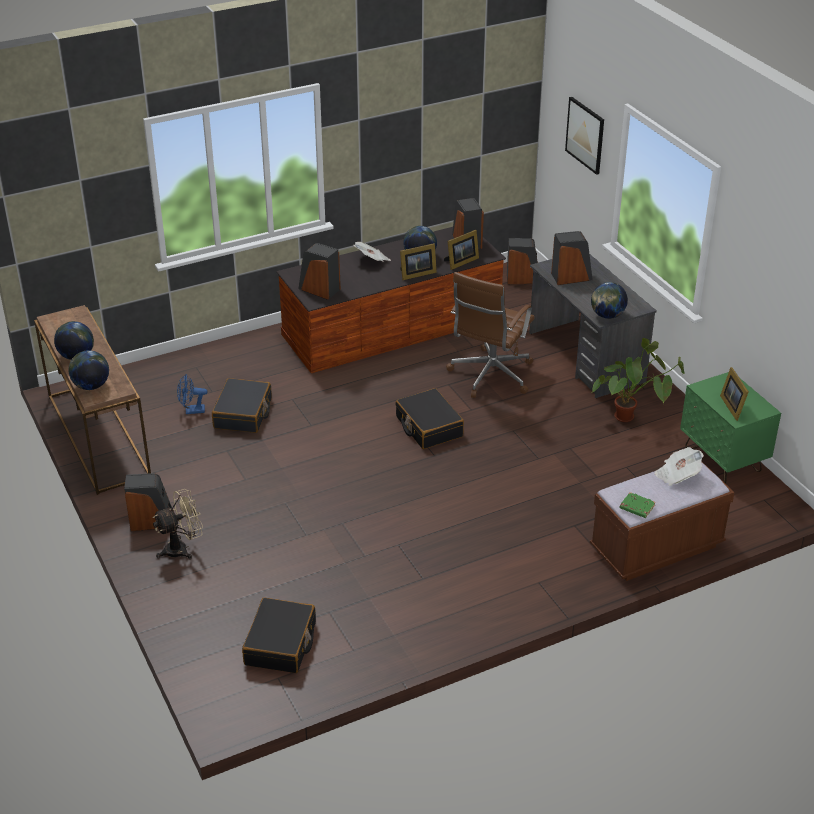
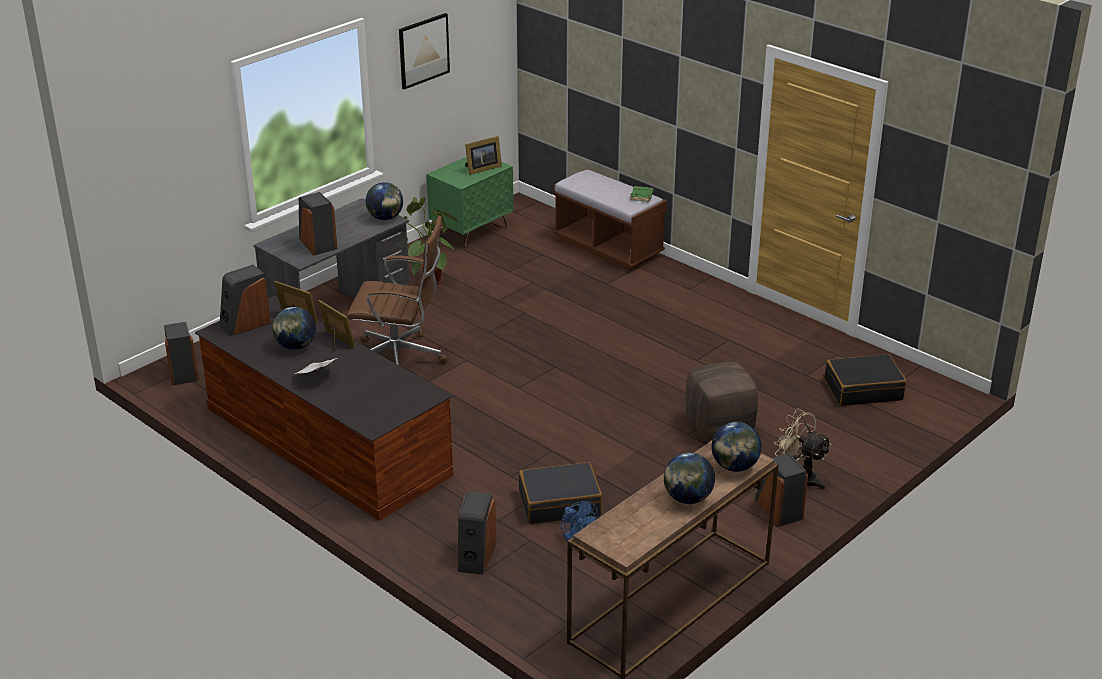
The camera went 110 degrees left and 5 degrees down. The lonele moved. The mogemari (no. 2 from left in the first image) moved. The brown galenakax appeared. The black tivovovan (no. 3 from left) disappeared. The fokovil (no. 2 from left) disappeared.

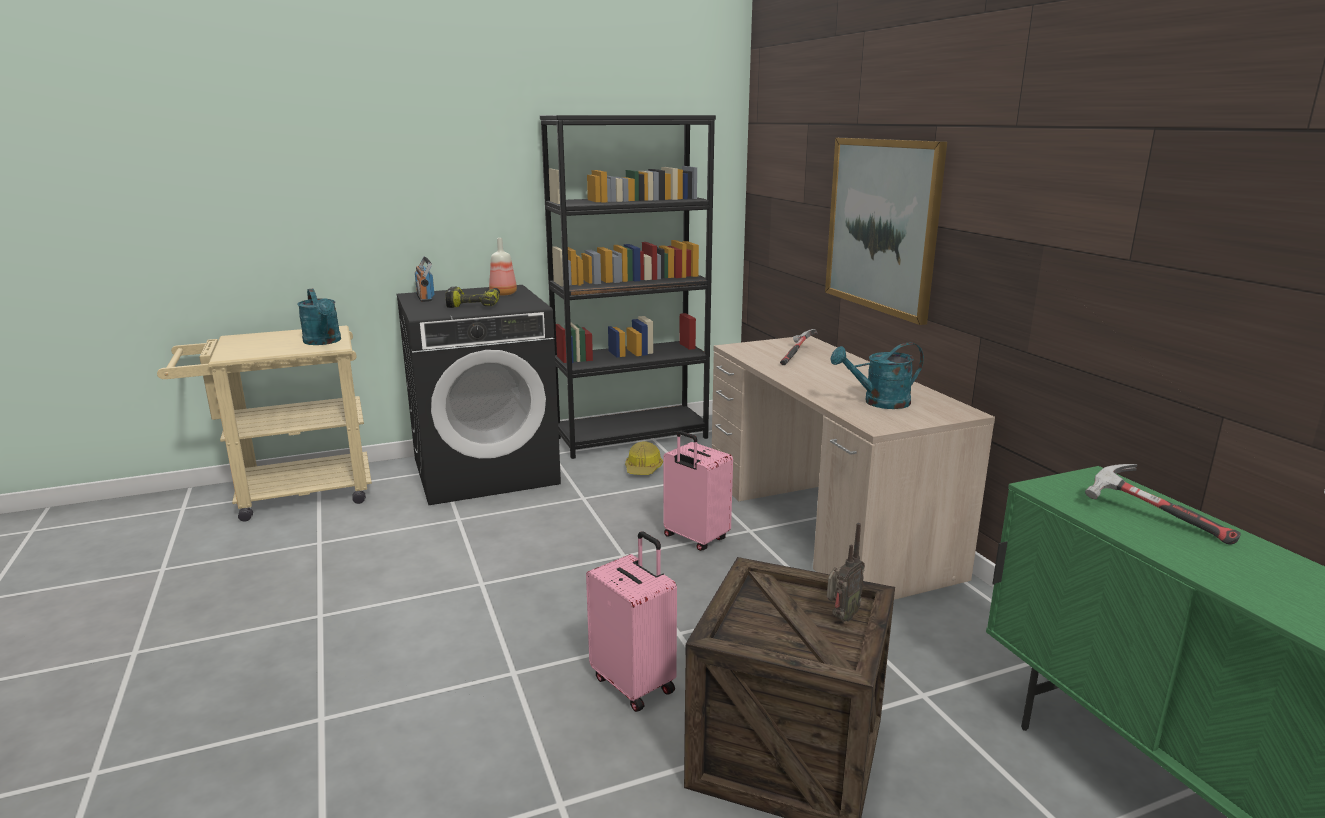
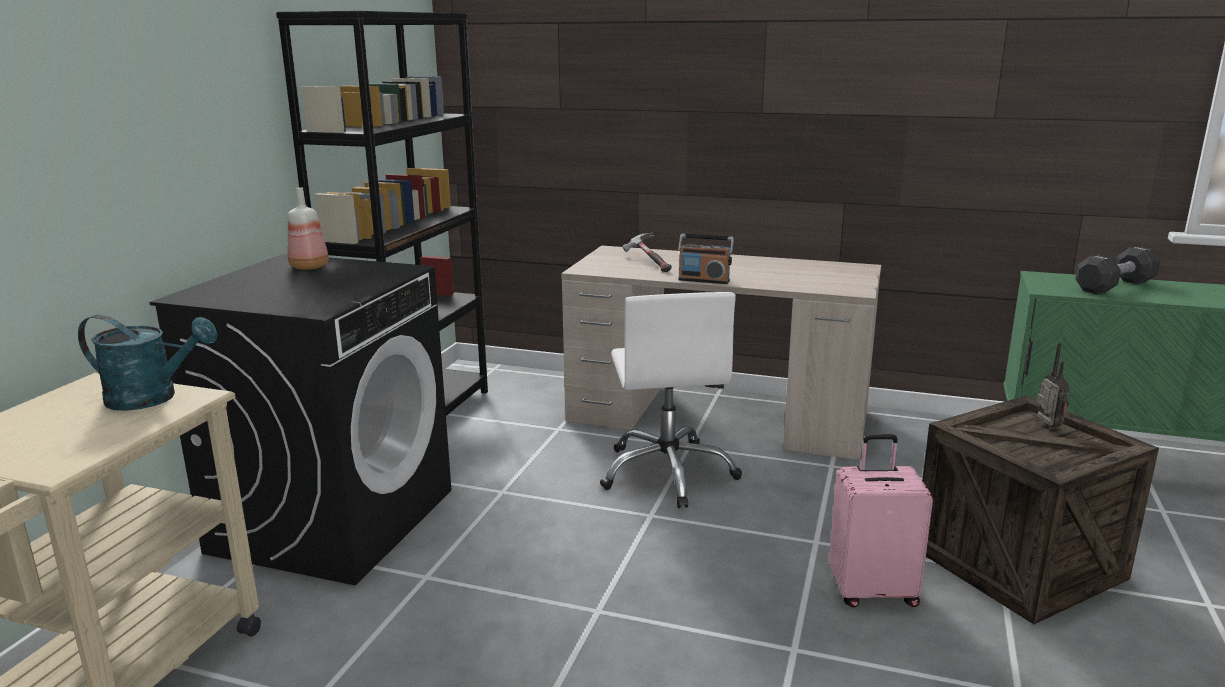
The camera went 50 degrees left and 0 degrees up. The pink tivovovan (no. 2 from left) was replaced by the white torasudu. The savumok (no. 1 from left) moved. The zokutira (no. 2 from left) was replaced by the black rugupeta. The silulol disappeared. The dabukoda disappeared. The lonele disappeared. The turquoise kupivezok (no. 2 from left) disappeared.

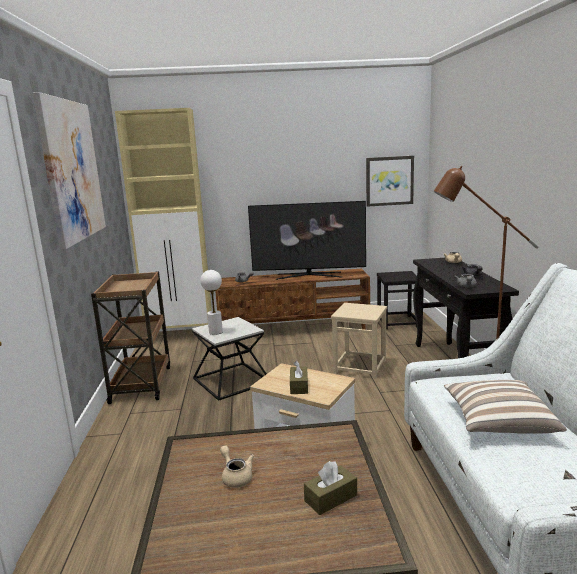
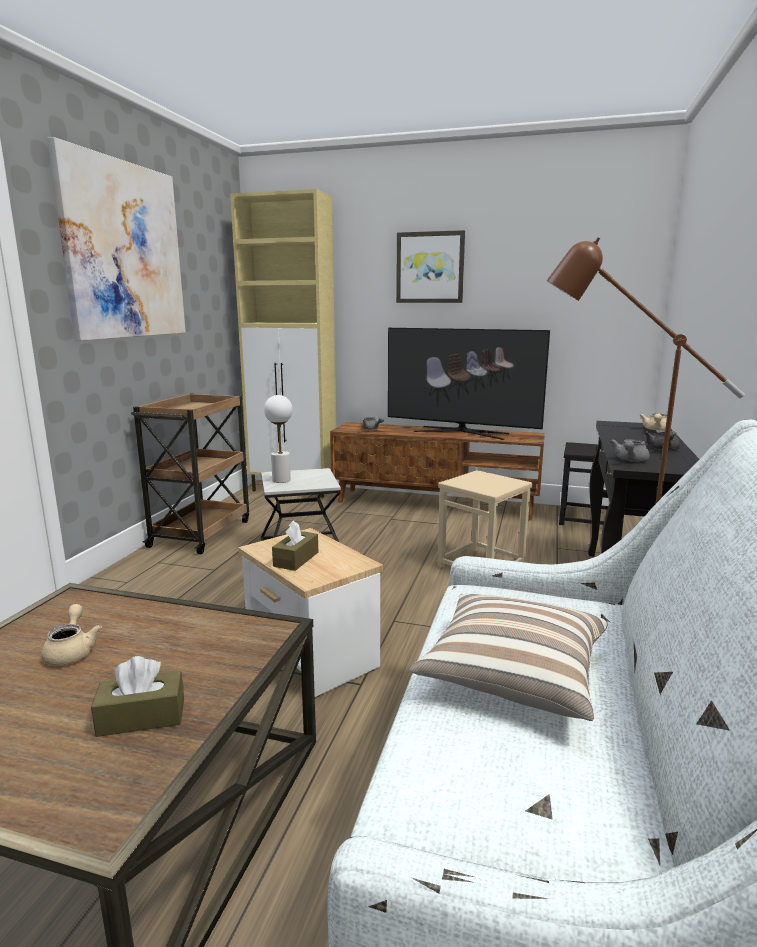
The camera went 20 degrees right and 0 degrees up. The lonele (no. 2 from left) moved.

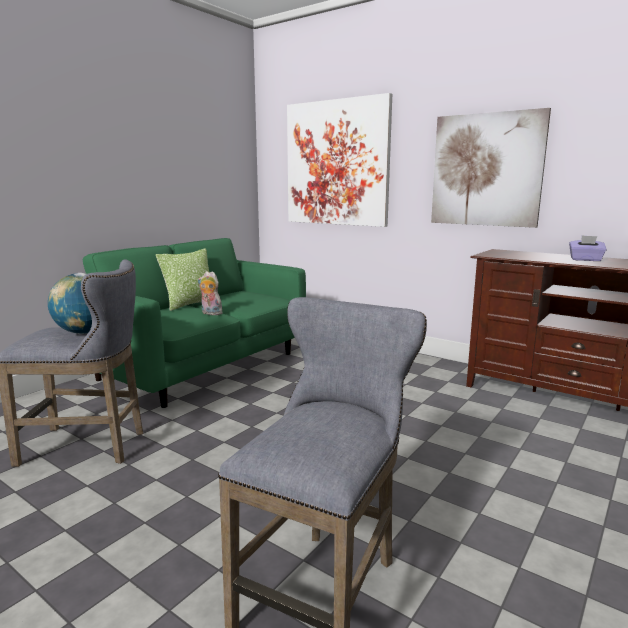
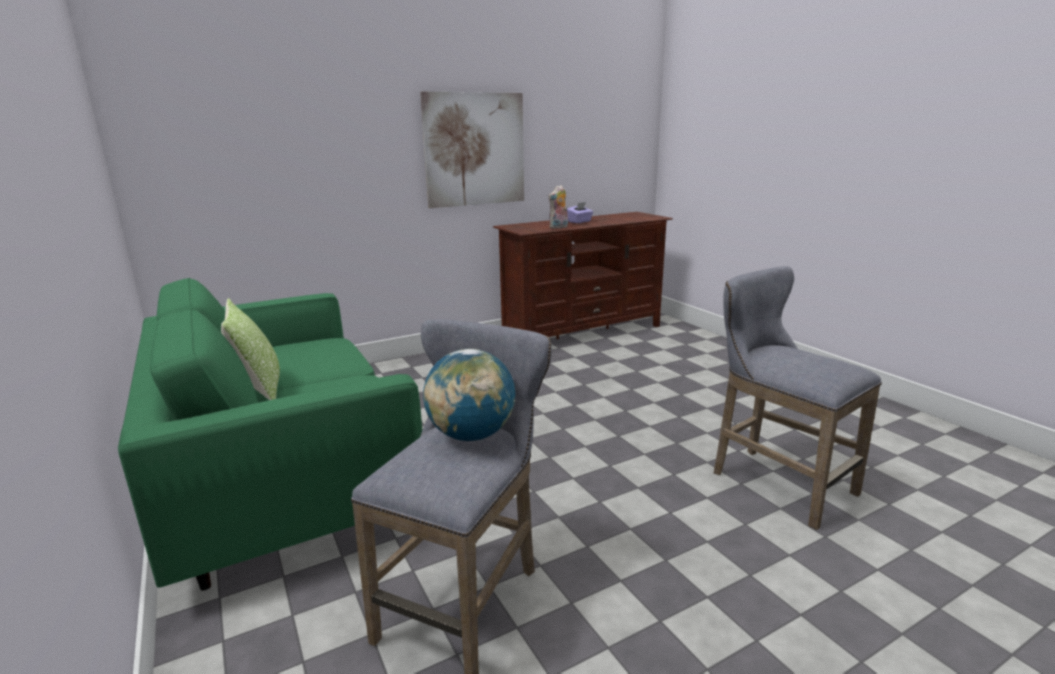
The camera went 65 degrees left and 5 degrees up. The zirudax moved. The lonele (no. 1 from left) disappeared.

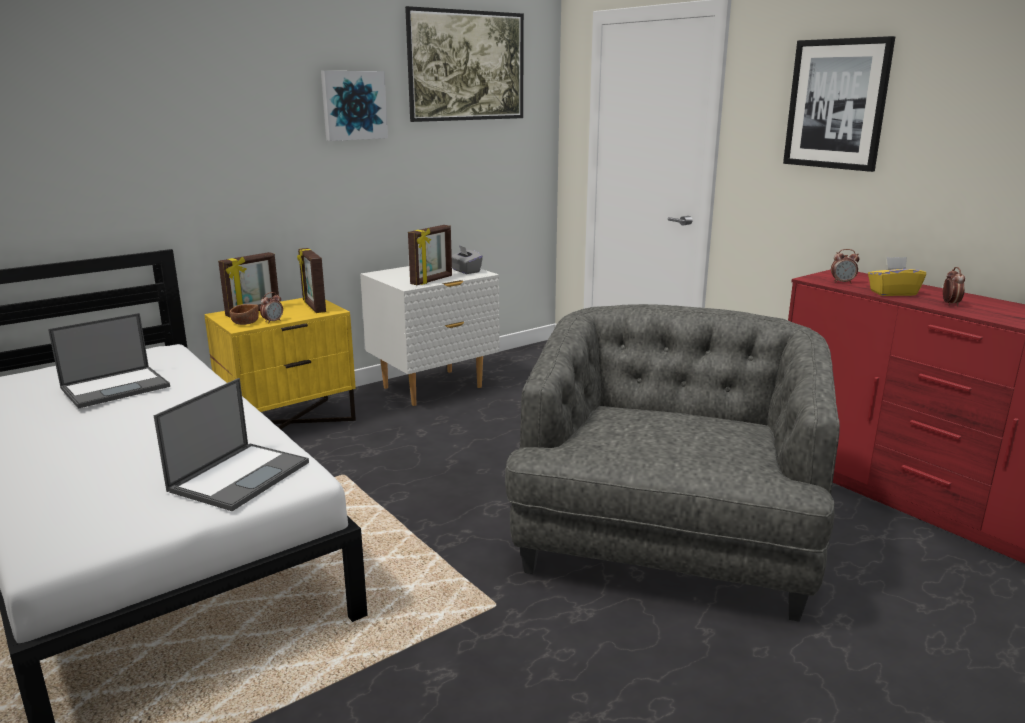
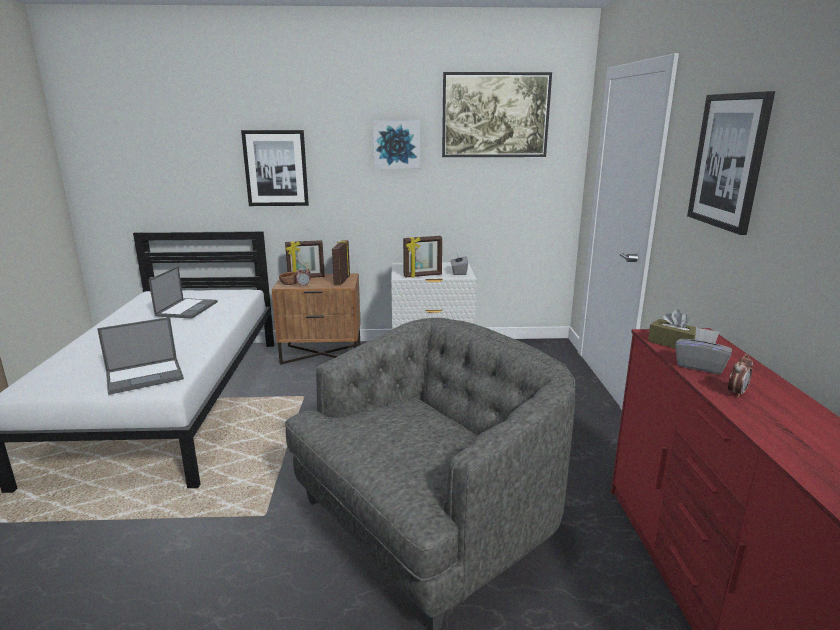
The camera went 35 degrees right and 0 degrees up. The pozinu (no. 1 from left in the first image) turned 75 degrees counterclockwise. The lonele (no. 1 from left) appeared. The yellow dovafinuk became the brown dovafinuk. The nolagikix (no. 2 from left) was replaced by the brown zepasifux. The yellow zepasifux became the grey zepasifux (no. 2 from left).

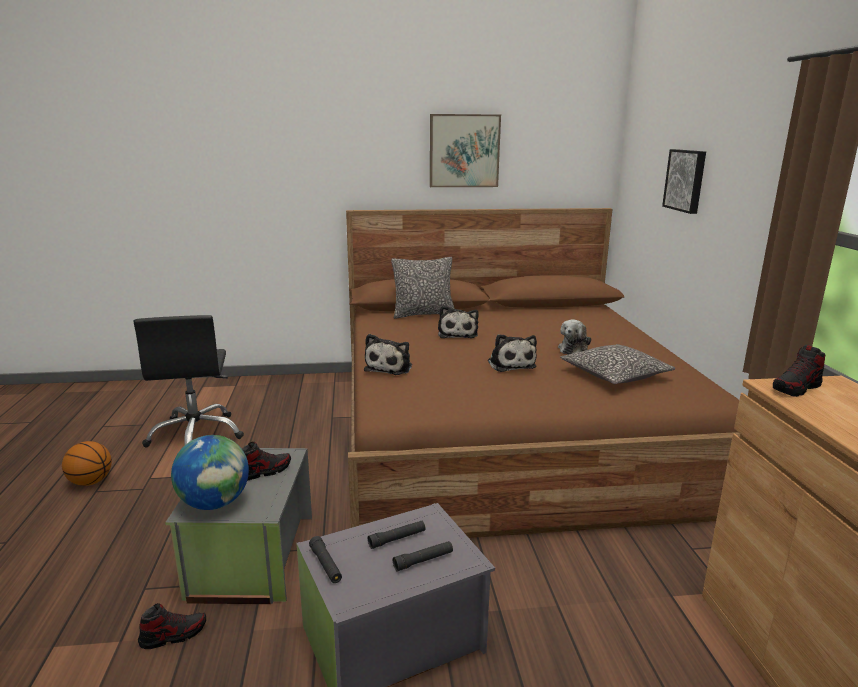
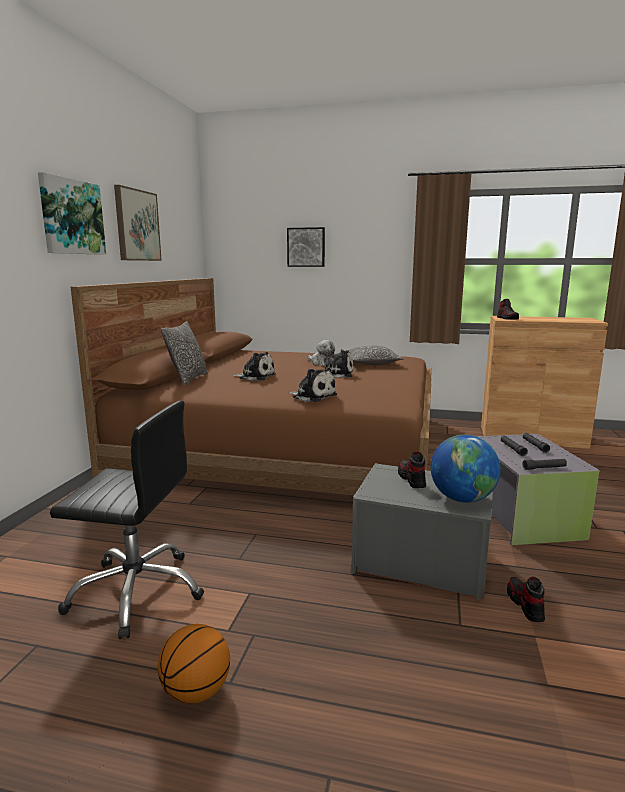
The camera went 70 degrees left and 5 degrees down. The lonele (no. 1 from left) appeared.

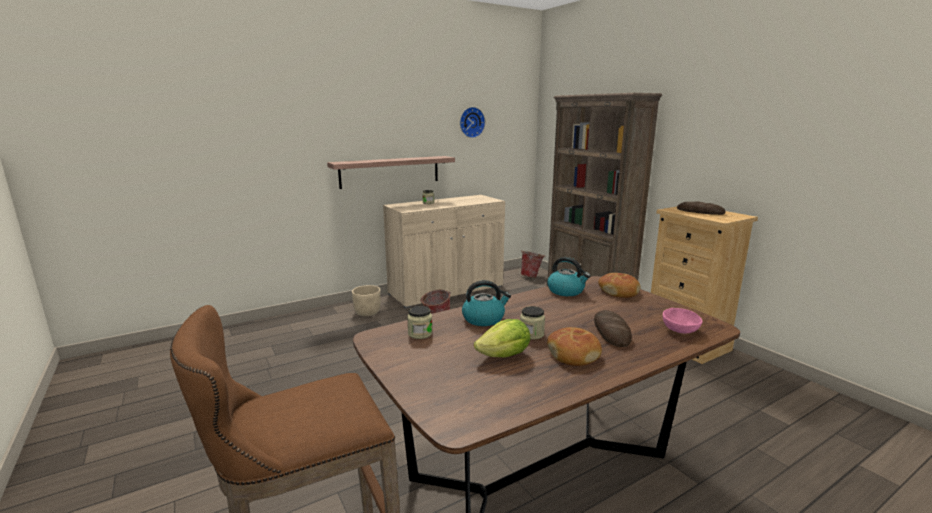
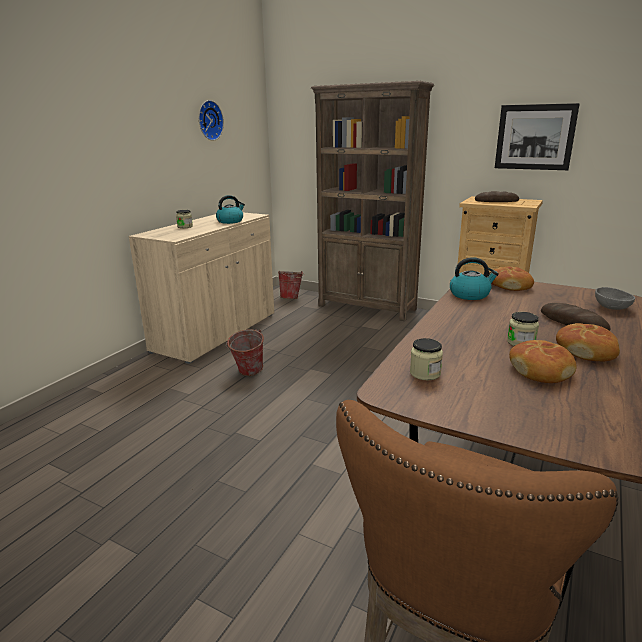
The camera went 30 degrees left and 5 degrees up. The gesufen (no. 1 from left) moved. The lonele appeared. The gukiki was replaced by the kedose (no. 3 from left). The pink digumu became the grey digumu. The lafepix disappeared. The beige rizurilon disappeared.

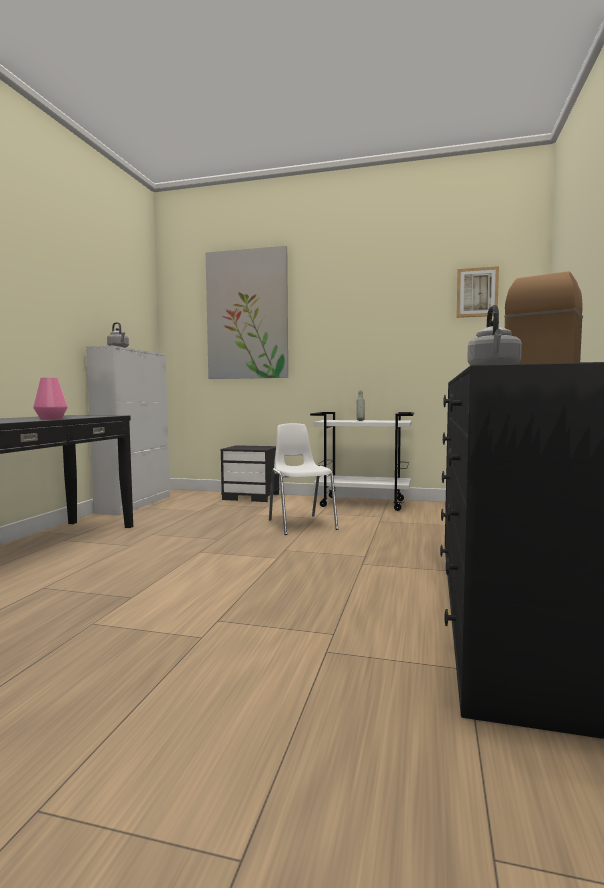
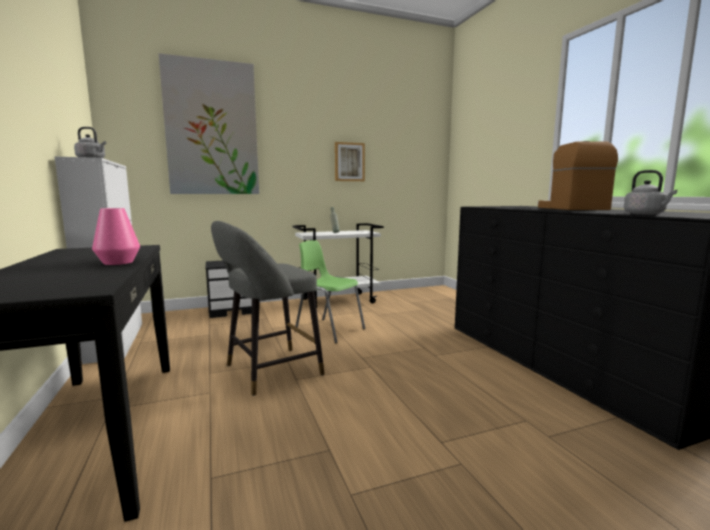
The camera went 35 degrees left and 5 degrees up. The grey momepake appeared. The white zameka became the green zameka. The lonele (no. 2 from left) moved.

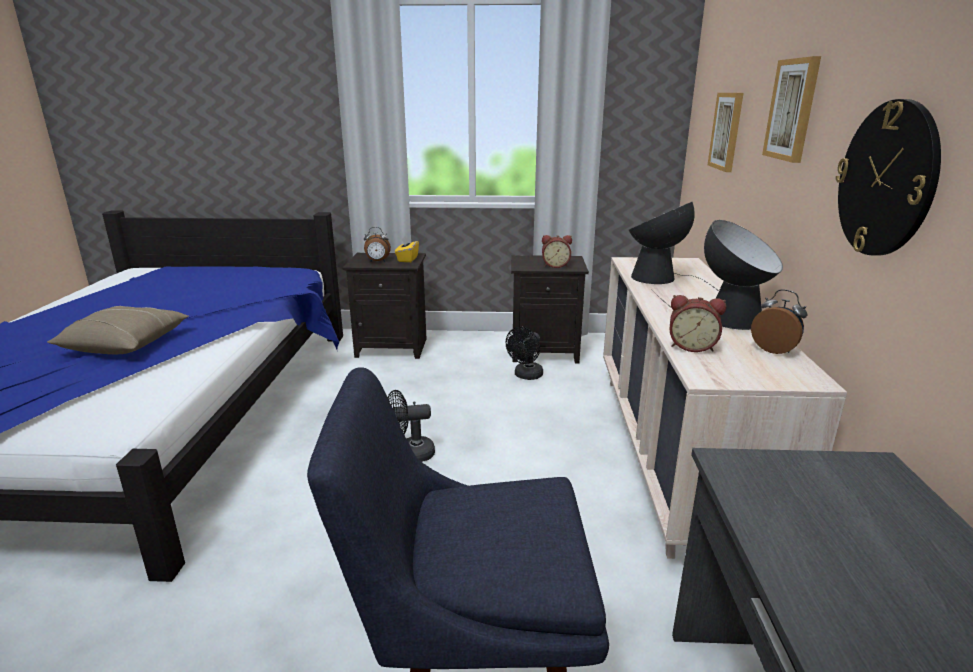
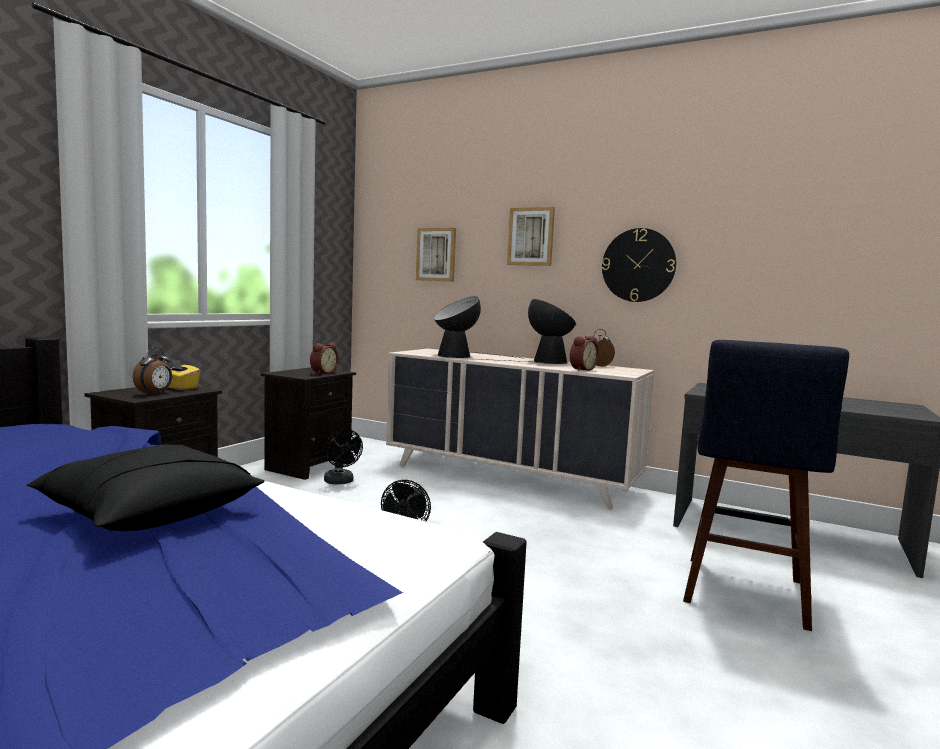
The camera went 65 degrees left and 15 degrees down. The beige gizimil became the black gizimil.

